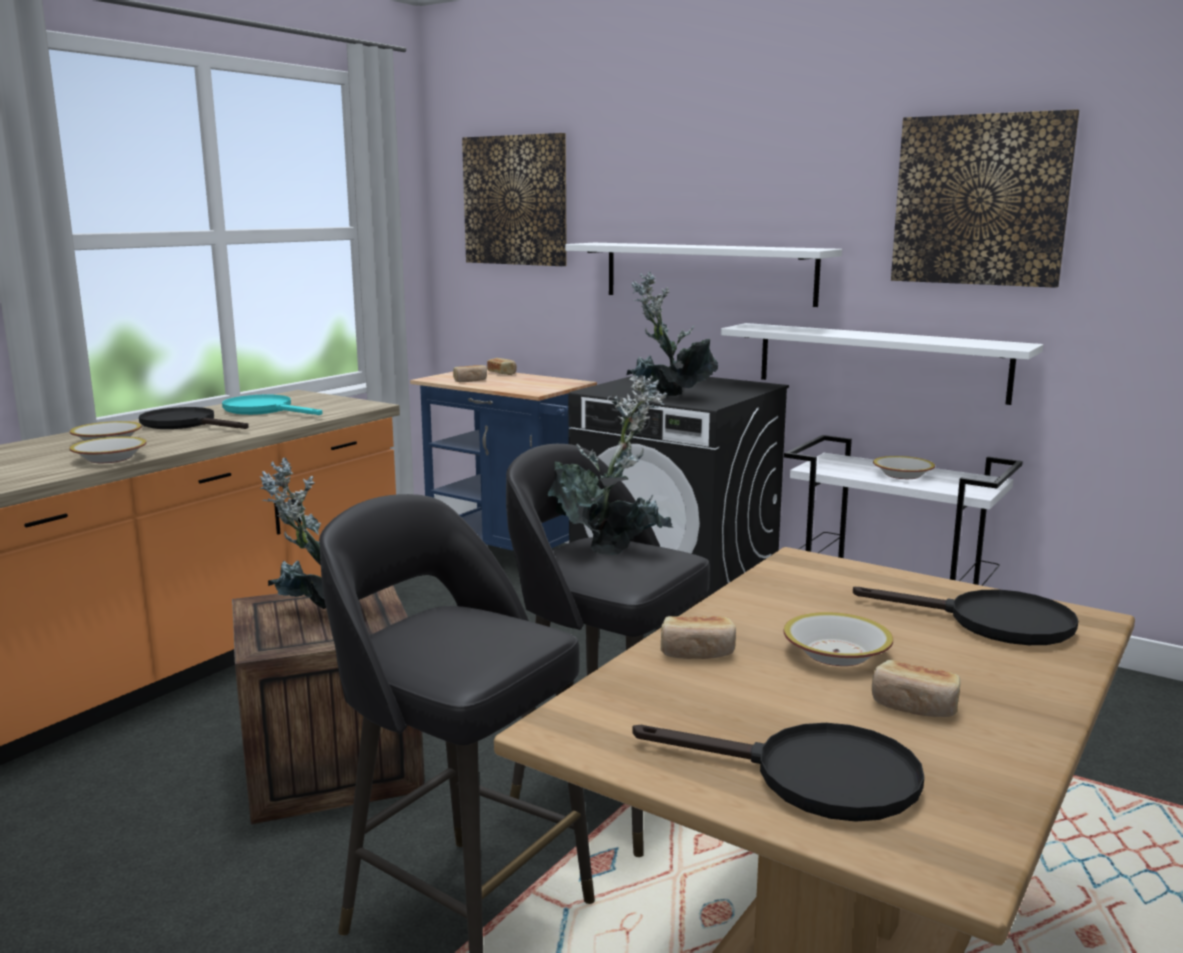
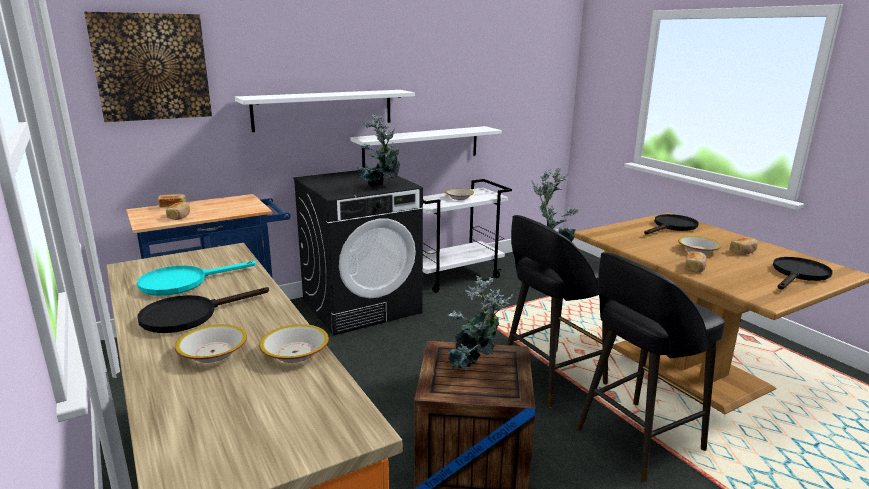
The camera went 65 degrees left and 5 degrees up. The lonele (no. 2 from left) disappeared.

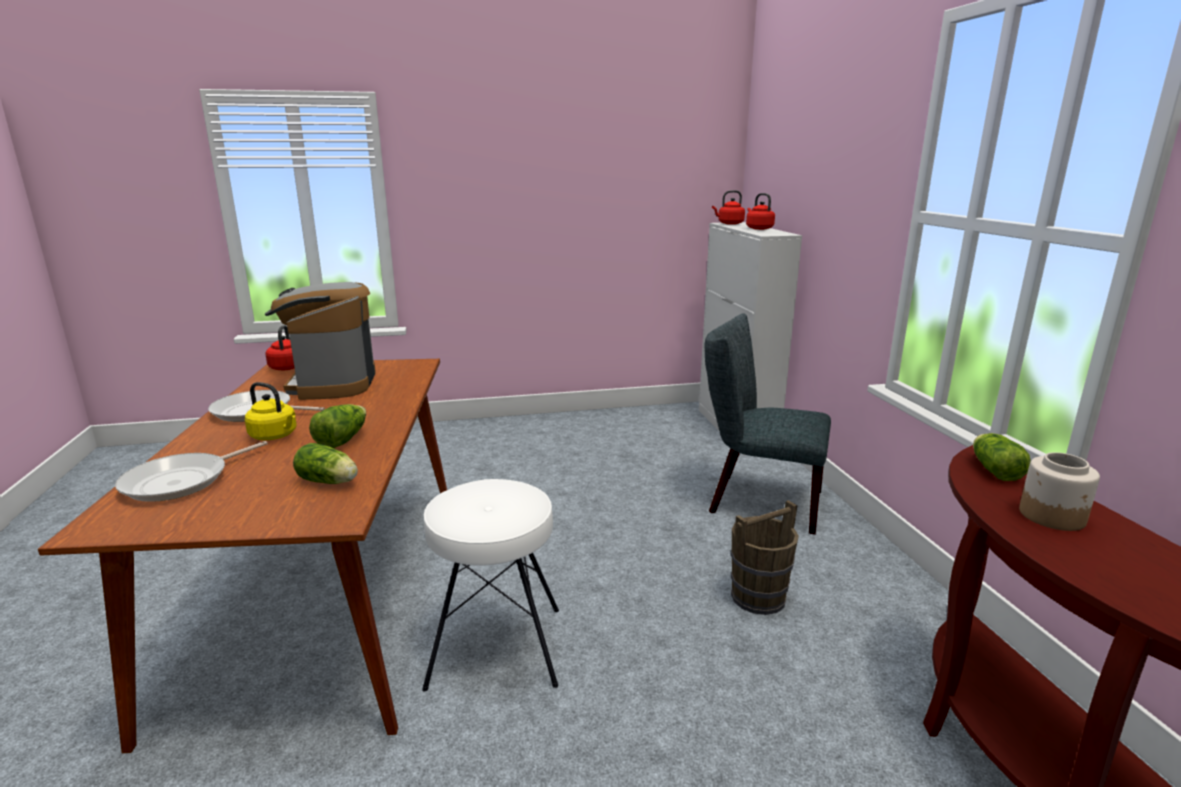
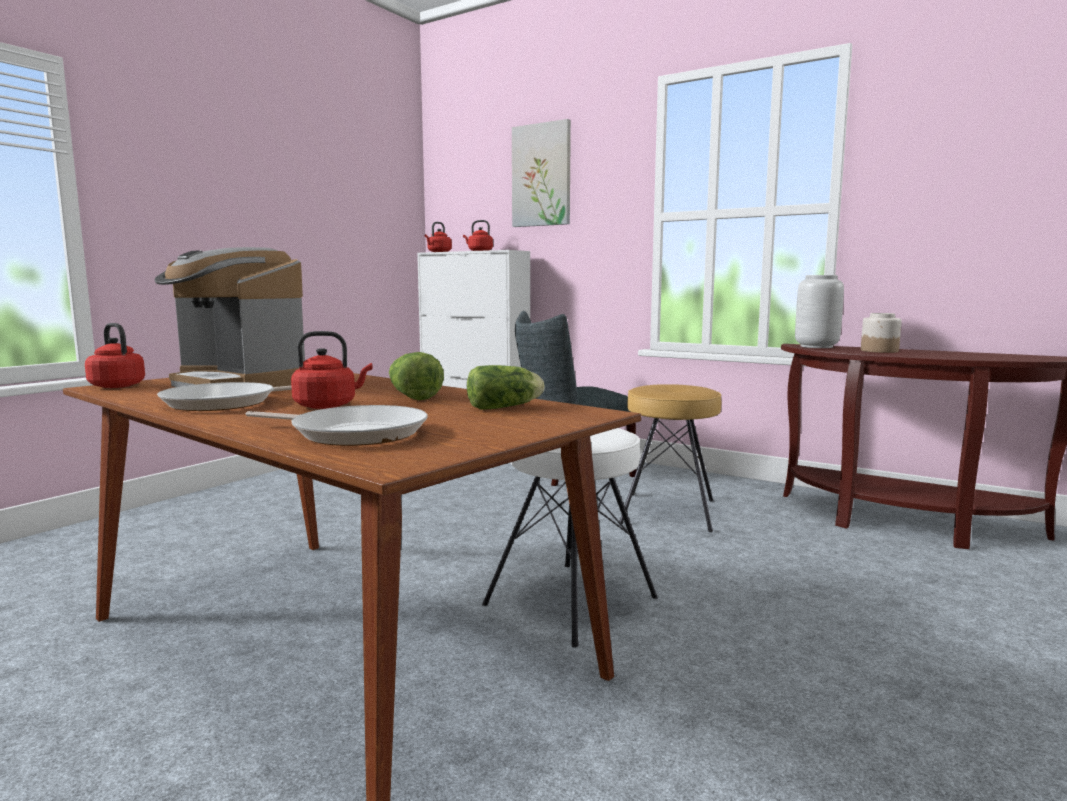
The camera went 45 degrees left and 10 degrees down. The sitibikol (no. 1 from left in the first image) turned 60 degrees counterclockwise. The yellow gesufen became the red gesufen (no. 2 from left). The lonele appeared. The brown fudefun was replaced by the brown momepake. The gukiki (no. 3 from left) was replaced by the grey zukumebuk.

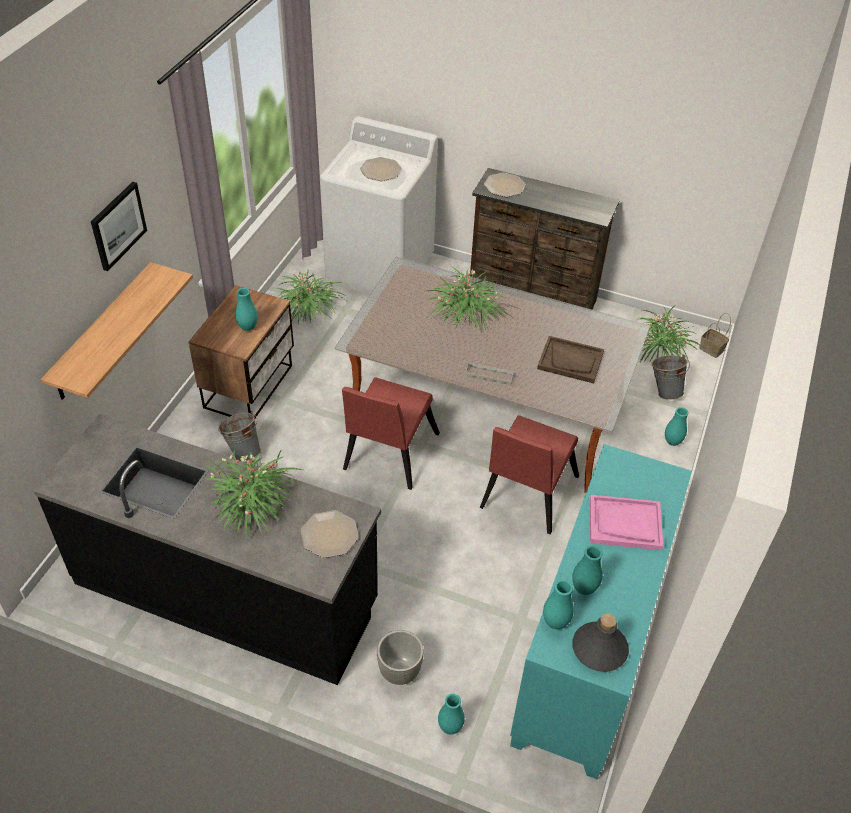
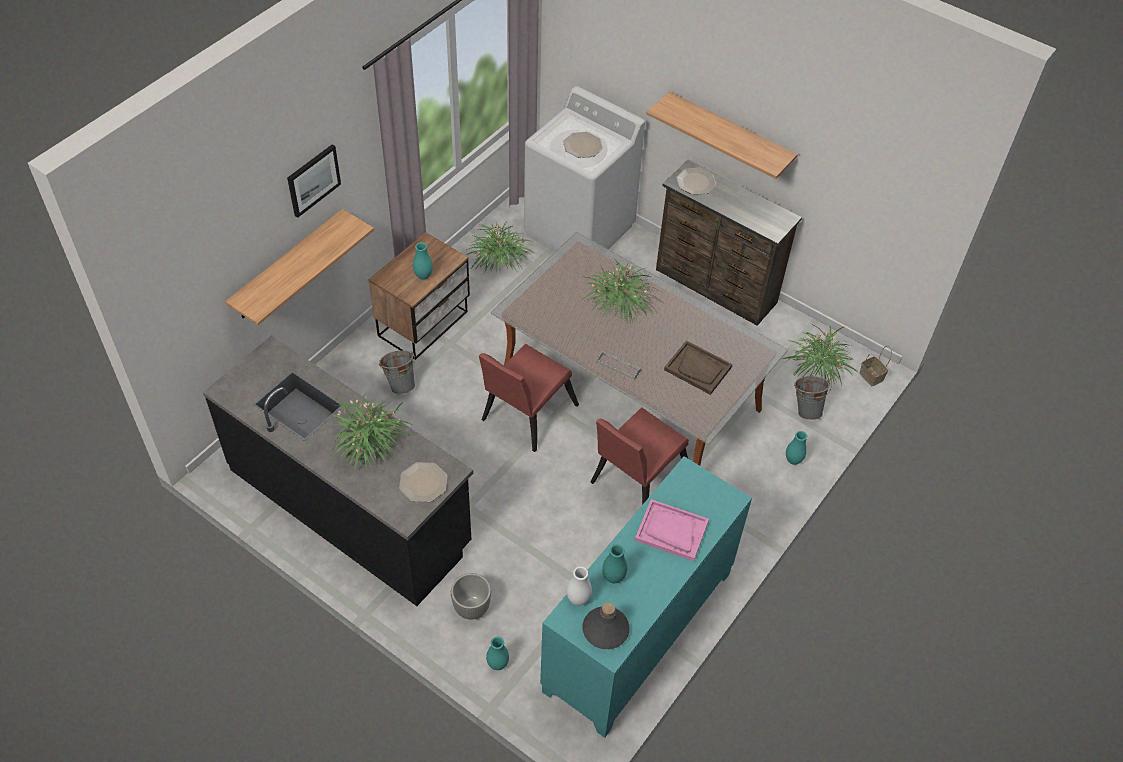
The camera went 15 degrees right and 5 degrees up. The turquoise zukumebuk (no. 3 from left) became the white zukumebuk. The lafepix (no. 2 from left) appeared.

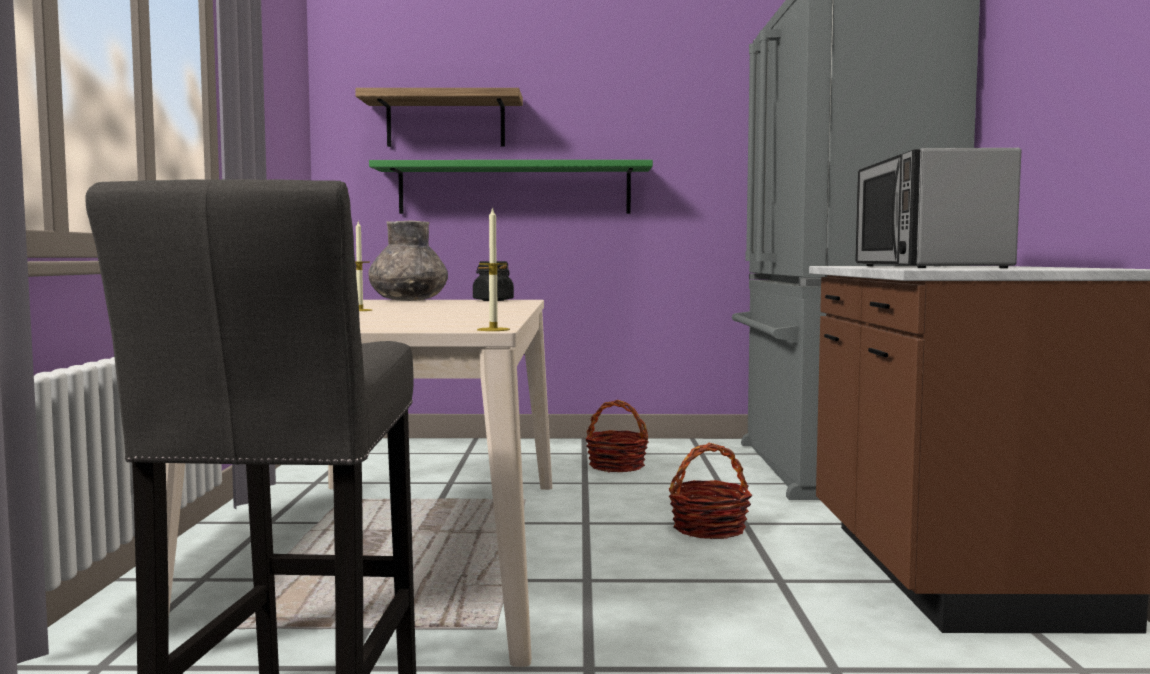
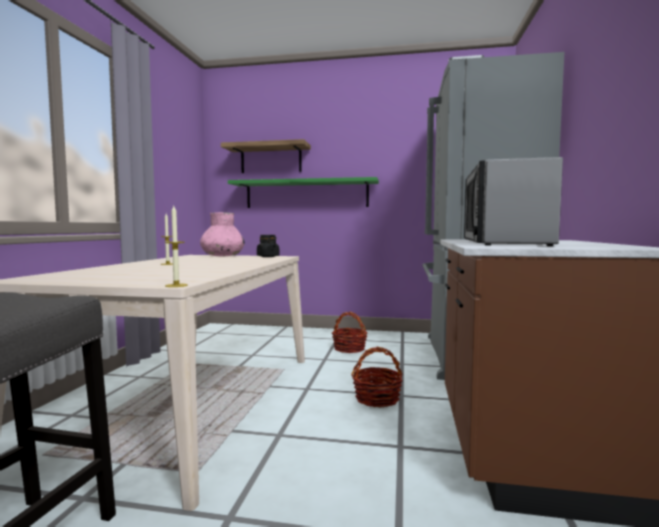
The camera went 10 degrees right and 0 degrees up. The grey zukumebuk became the pink zukumebuk.

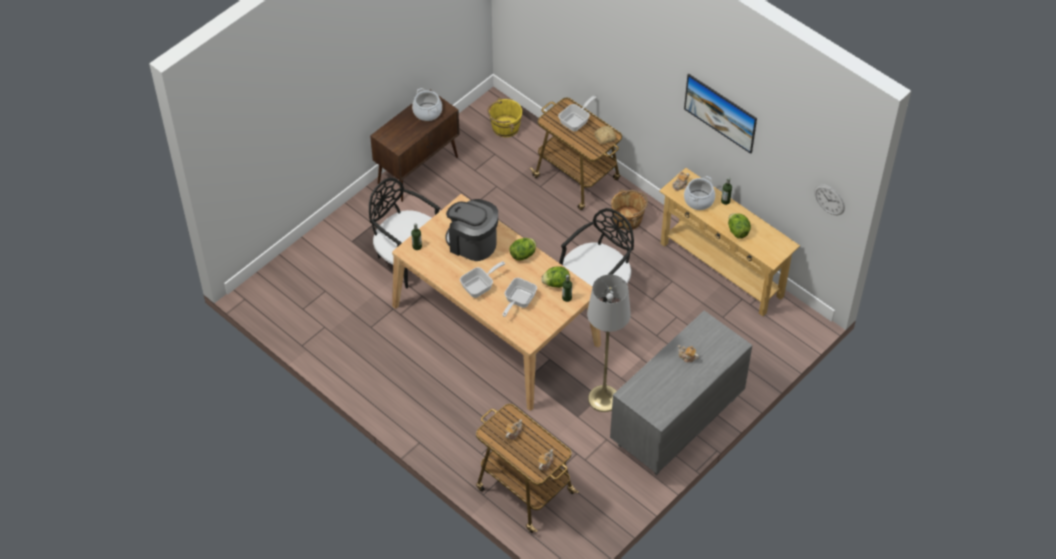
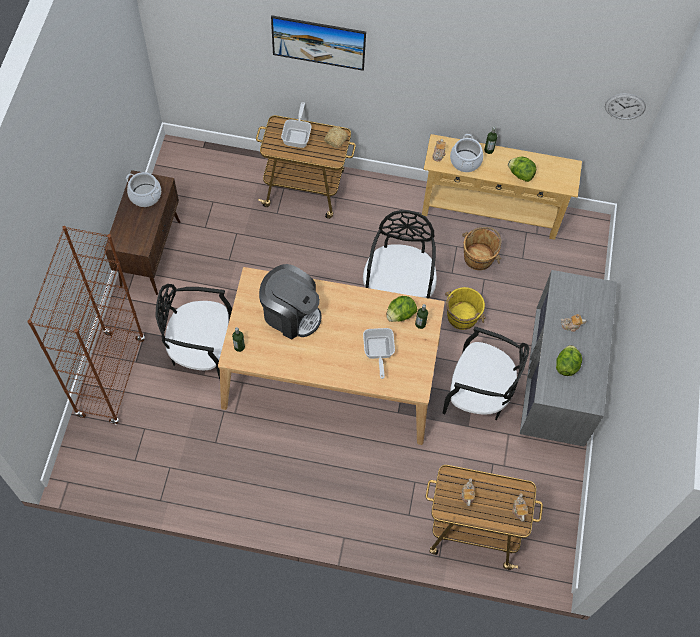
The camera went 35 degrees left and 10 degrees up. The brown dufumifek appeared. The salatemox turned 150 degrees counterclockwise. The lonele moved. The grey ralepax was replaced by the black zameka (no. 3 from left). The yellow fudefun moved. The brown fudefun moved. The gukiki (no. 1 from left in the first image) moved. The sitibikol (no. 1 from left) disappeared.

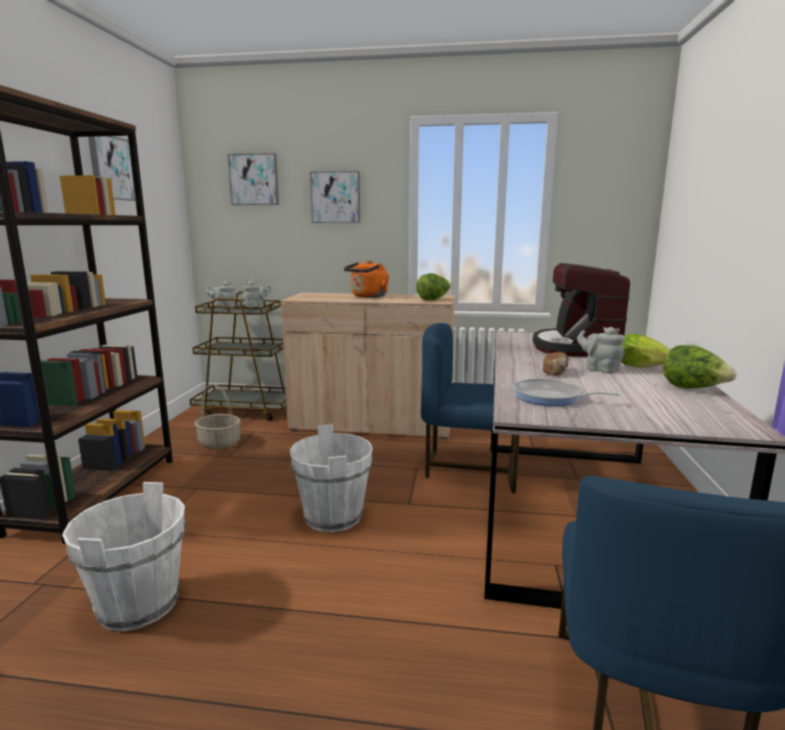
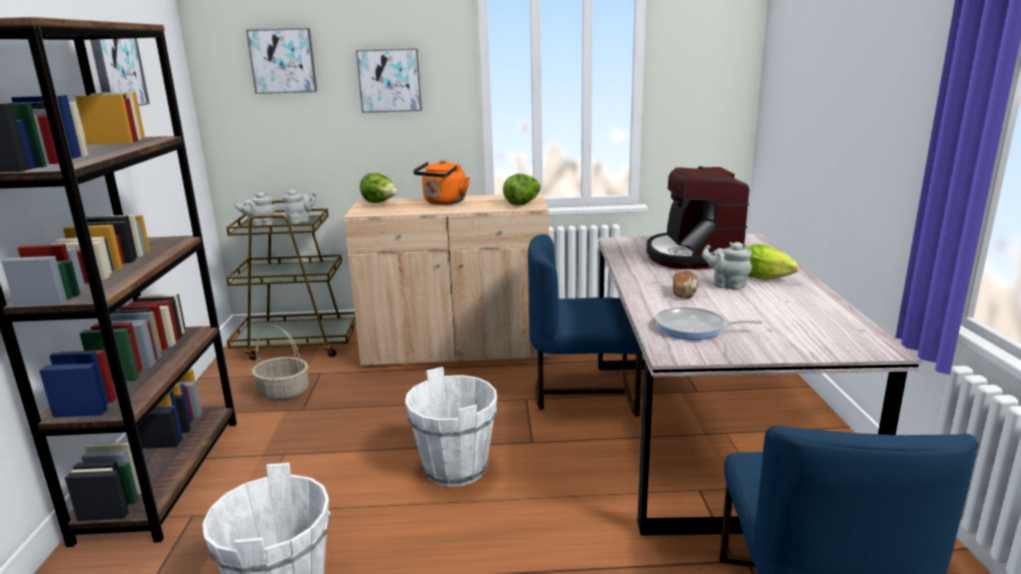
The camera went 10 degrees left and 5 degrees up. The gukiki (no. 3 from left in the first image) moved.

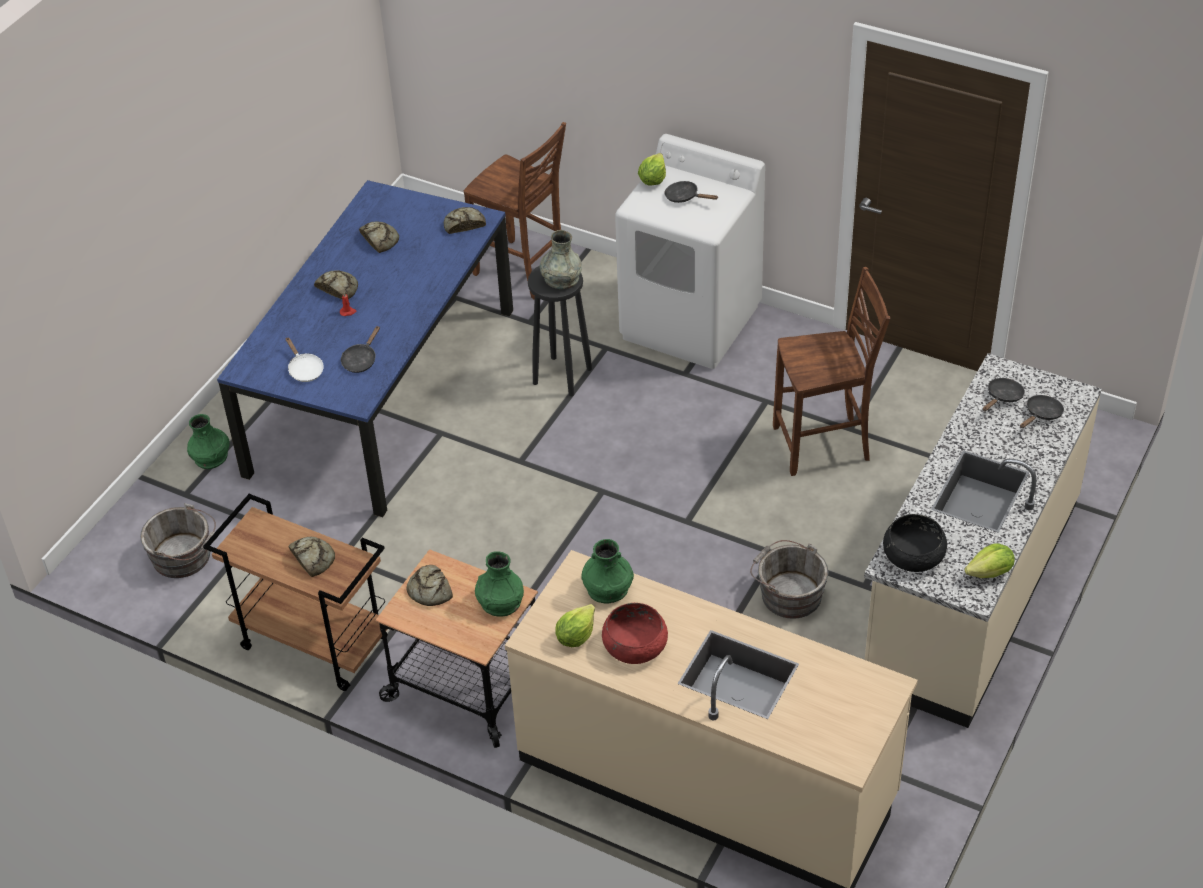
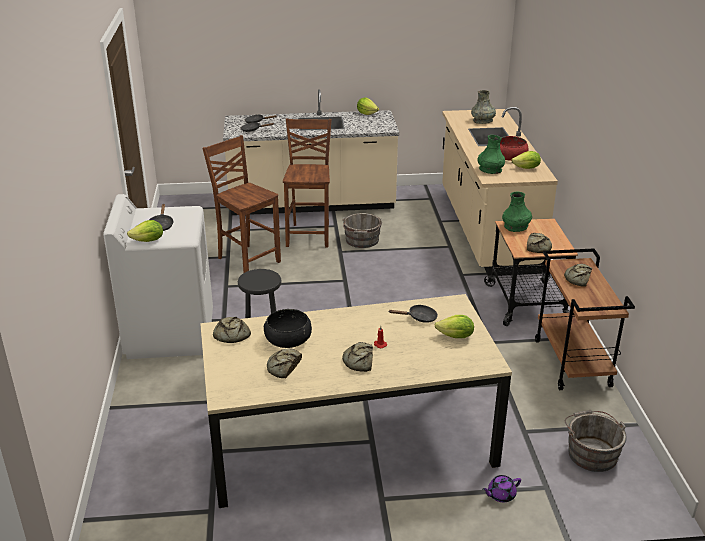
The camera went 125 degrees left and 15 degrees down. The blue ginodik became the beige ginodik. The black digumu moved. The brown zameka (no. 1 from left in the first image) moved. The white sitibikol was replaced by the gukiki (no. 3 from left). The grey zukumebuk moved. The green zukumebuk (no. 1 from left) was replaced by the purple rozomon.

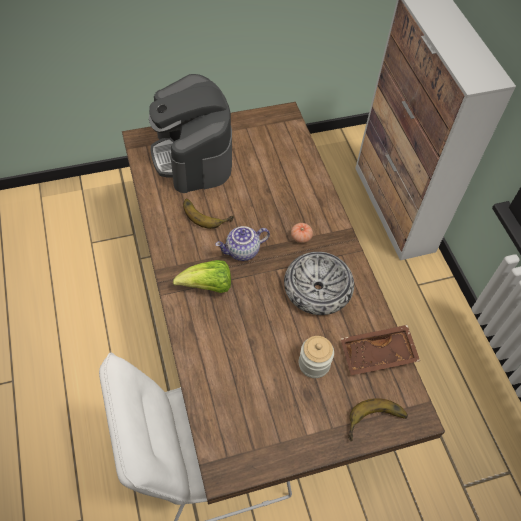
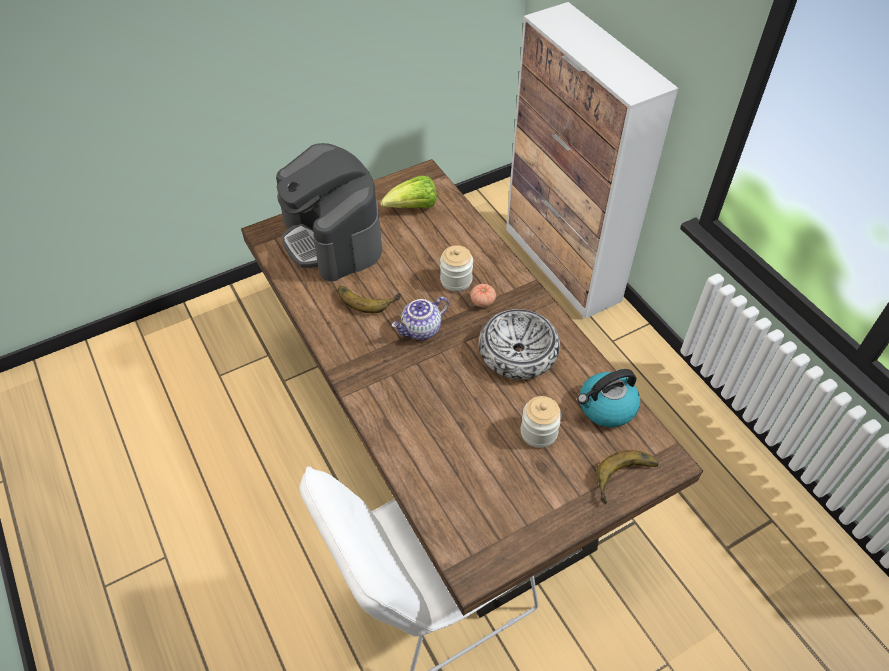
The camera went 10 degrees left and 5 degrees down. The gukiki moved. The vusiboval (no. 1 from left) appeared. The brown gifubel was replaced by the gesufen.

